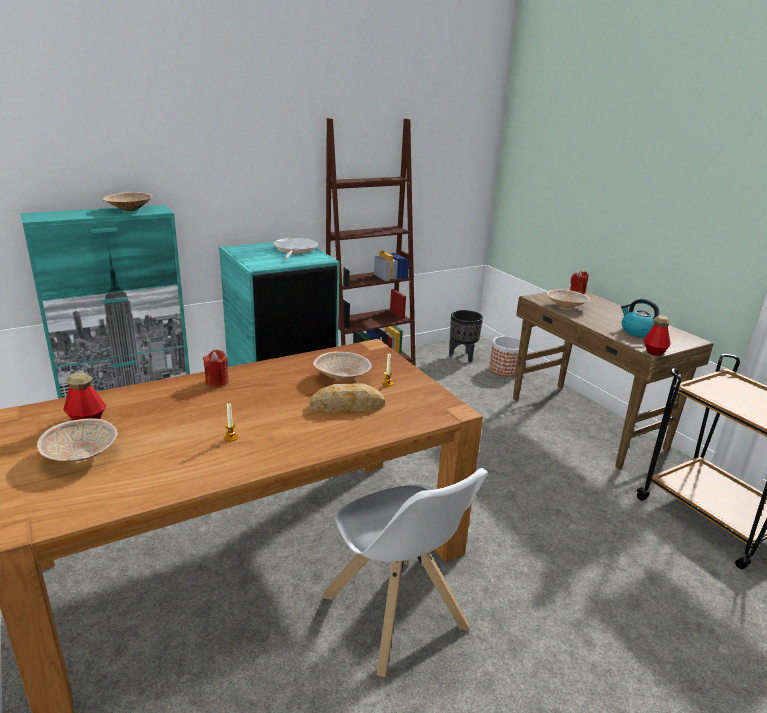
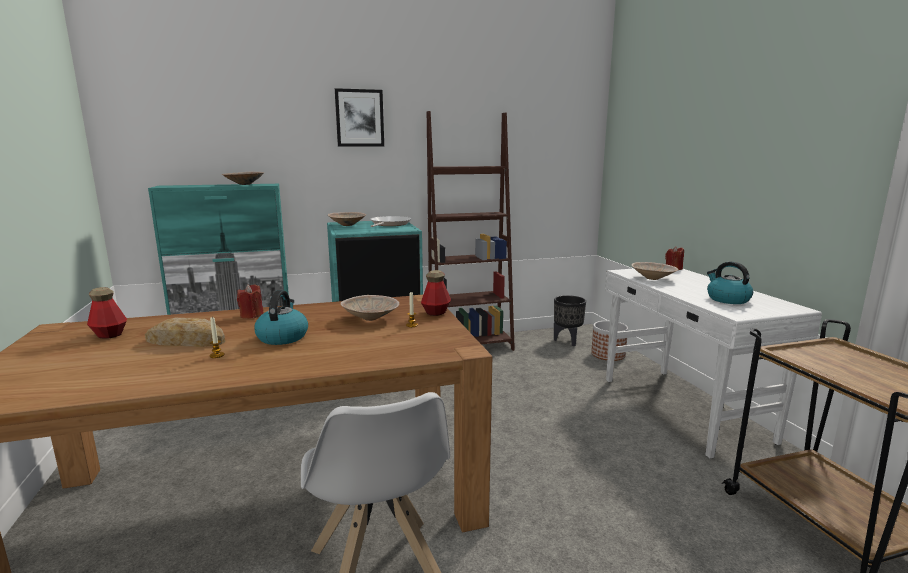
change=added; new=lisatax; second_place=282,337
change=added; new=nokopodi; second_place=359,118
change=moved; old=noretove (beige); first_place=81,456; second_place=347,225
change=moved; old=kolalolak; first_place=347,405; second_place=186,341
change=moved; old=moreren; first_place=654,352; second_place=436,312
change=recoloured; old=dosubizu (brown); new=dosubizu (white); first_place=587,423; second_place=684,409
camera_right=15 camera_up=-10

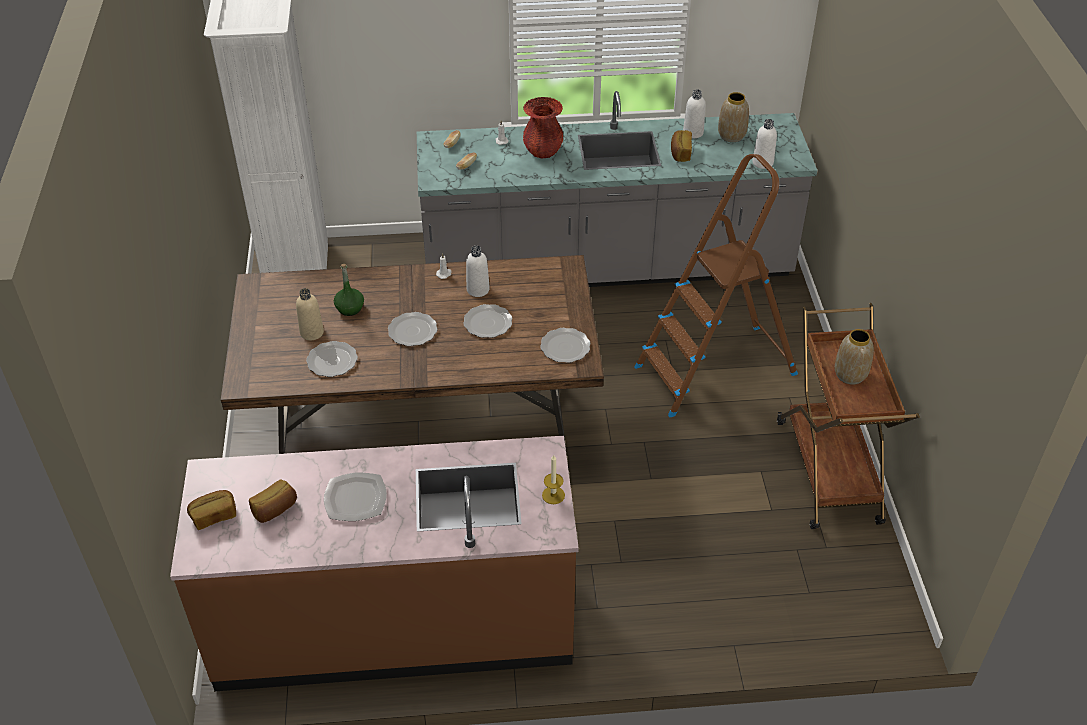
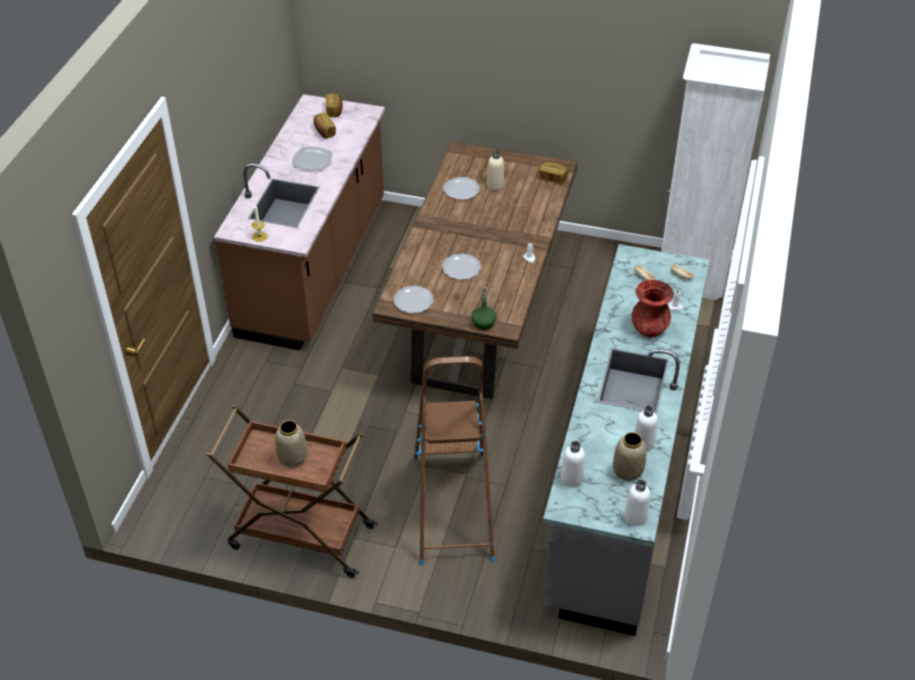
change=removed; old=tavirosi; first_place=412,330
change=moved; old=moreren (green); first_place=349,308; second_place=483,323
change=moved; old=moreren (white); first_place=478,289; second_place=635,517
change=moved; old=kolalolak; first_place=680,153; second_place=553,178
camera_right=110 camera_up=0

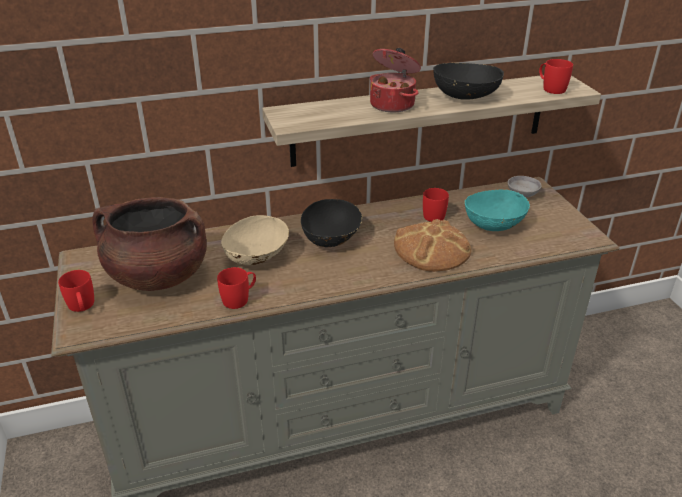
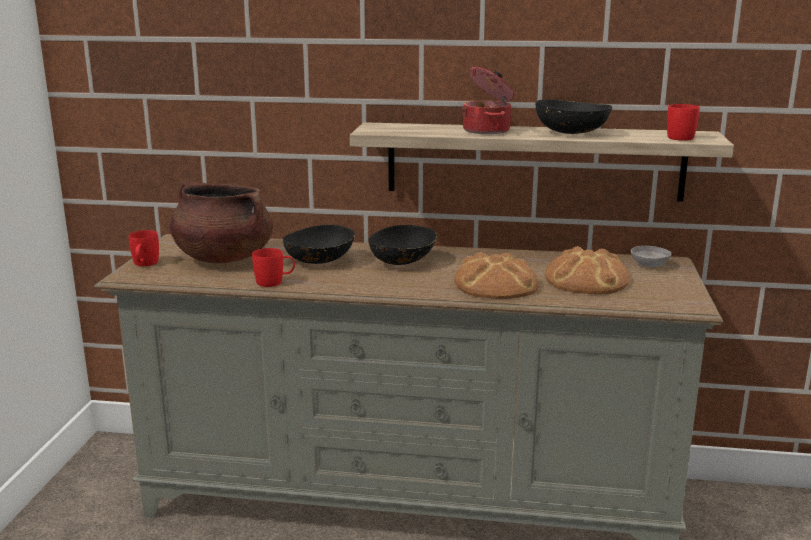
change=removed; old=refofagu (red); first_place=434,214
change=replaced; old=noretove (turquoise); new=kolalolak; first_place=493,224; second_place=586,279
change=recoloured; old=noretove (beige); new=noretove (black); first_place=257,257; second_place=320,262
camera_right=25 camera_up=-15

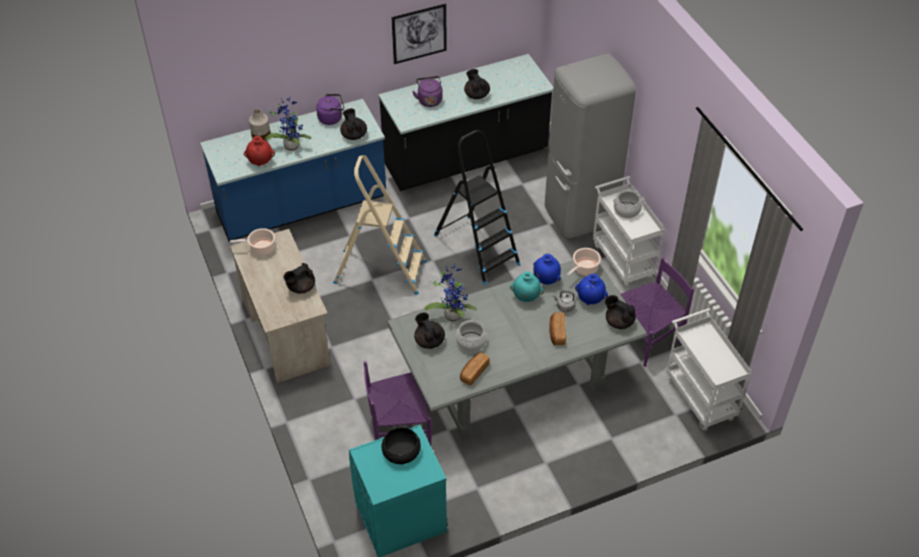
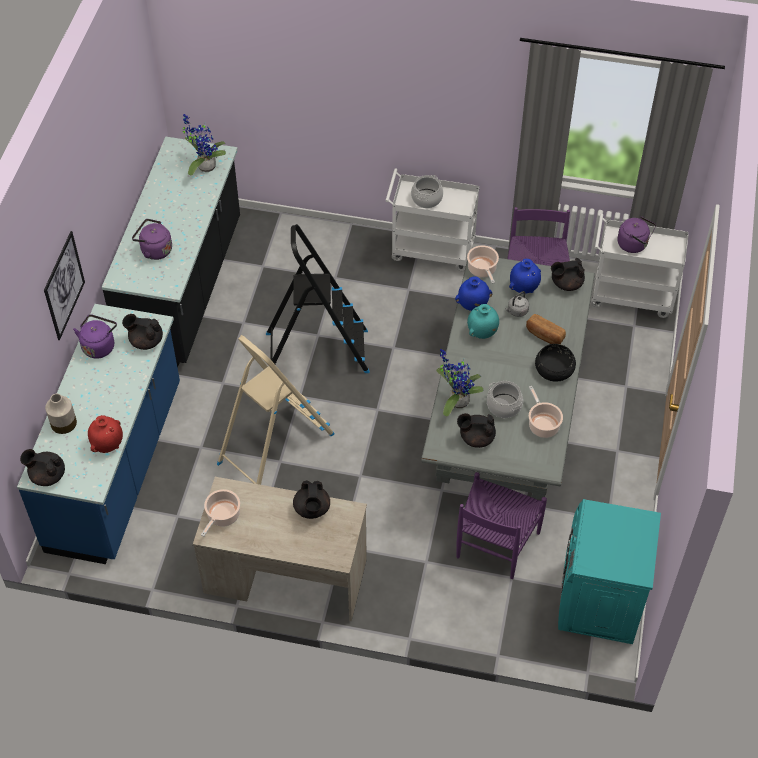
change=removed; old=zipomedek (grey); first_place=578,215
change=added; new=lisatax (purple); second_place=634,244
change=moved; old=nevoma; first_place=291,145; second_place=204,166
change=moved; old=noretove (black); first_place=401,451; second_place=554,369
change=moved; old=nokopodi; first_place=419,33; second_place=64,285
change=moved; old=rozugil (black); first_place=476,95; second_place=47,475
change=replaced; old=kolalolak; new=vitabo; first_place=473,372; second_place=543,424
camera_right=-55 camera_up=5

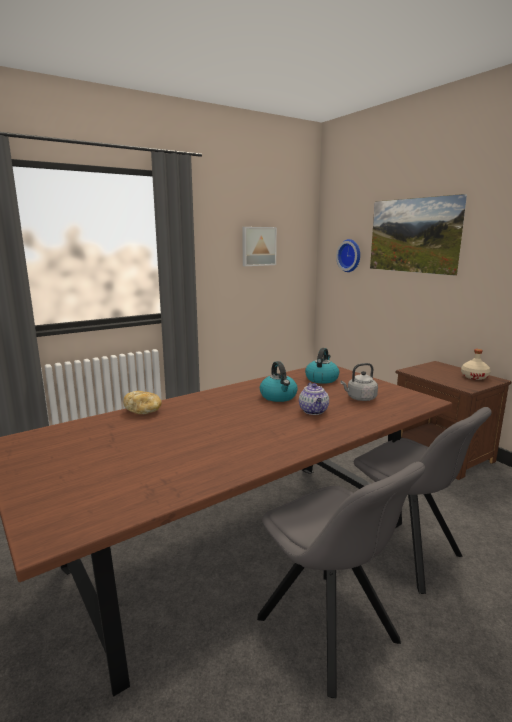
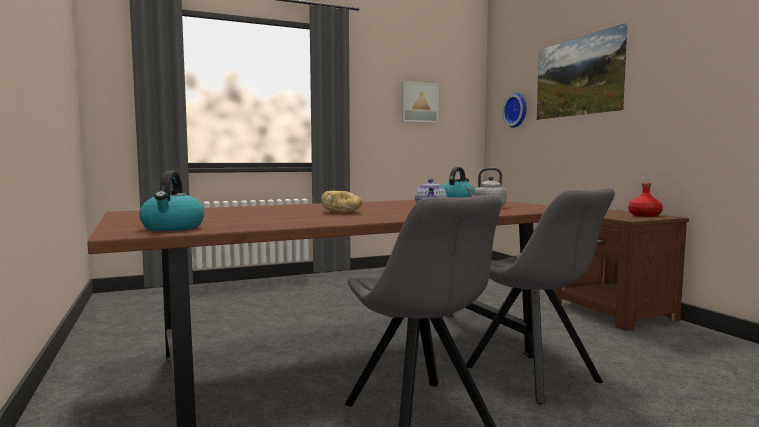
change=moved; old=kolalolak; first_place=144,411; second_place=342,212
change=moved; old=lisatax; first_place=279,396; second_place=173,228
change=recoloured; old=moreren (beige); new=moreren (red); first_place=474,377; second_place=644,215
camera_right=10 camera_up=-10

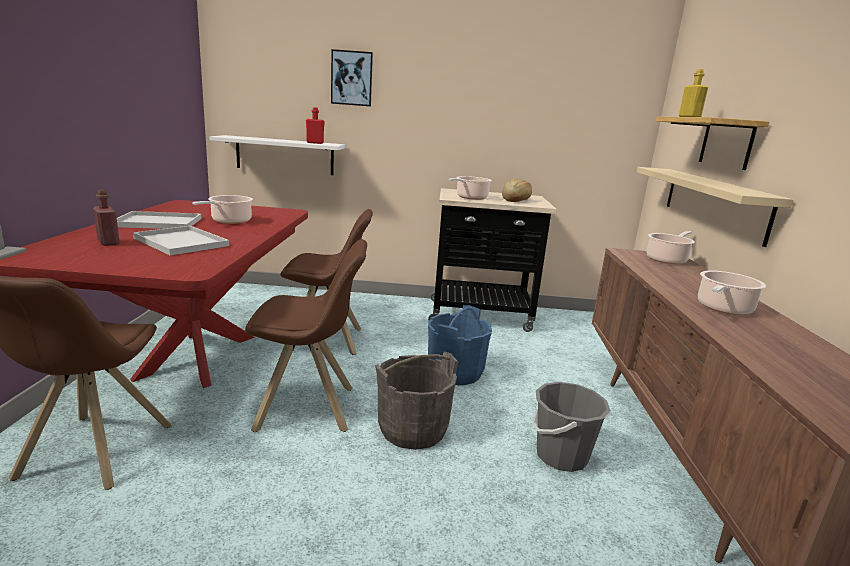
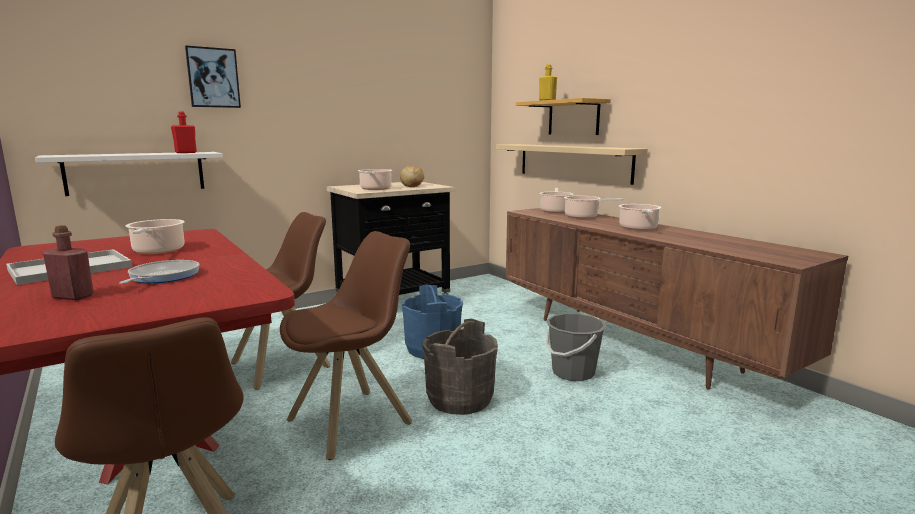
change=added; new=vitabo; second_place=583,217
change=replaced; old=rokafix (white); new=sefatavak; first_place=179,242; second_place=162,277
camera_right=-35 camera_up=-5

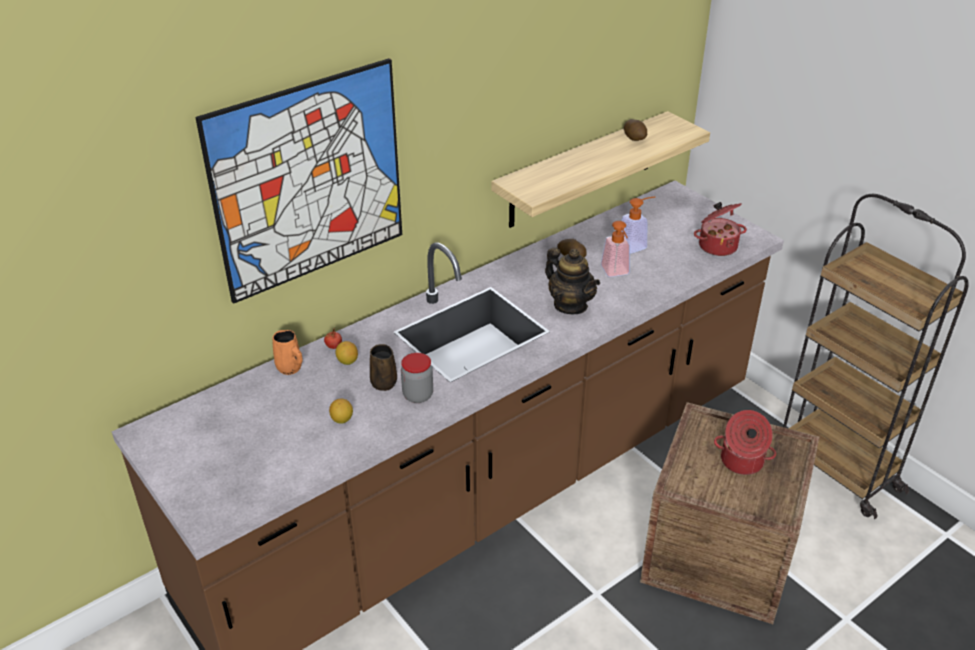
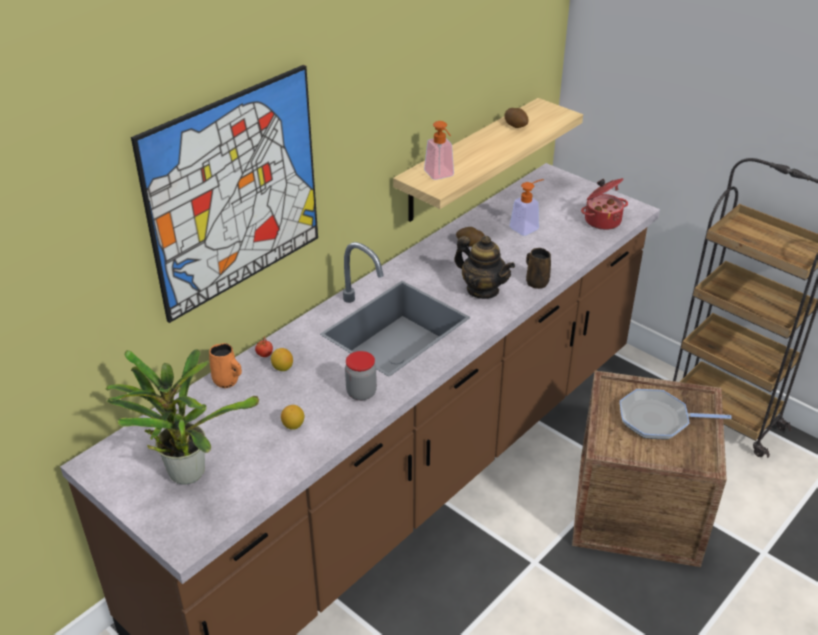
change=added; new=nevoma; second_place=184,470
change=moved; old=refofagu (brown); first_place=383,382; second_place=536,282
change=moved; old=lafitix; first_place=616,273; second_place=441,176
change=replaced; old=vitabo; new=sefatavak; first_place=741,462; second_place=657,419
camera_right=-10 camera_up=0

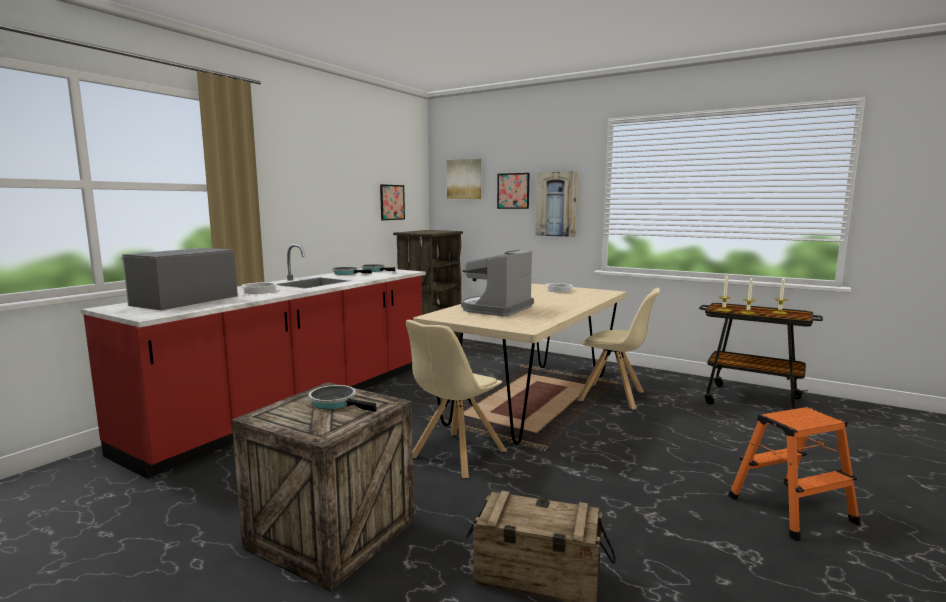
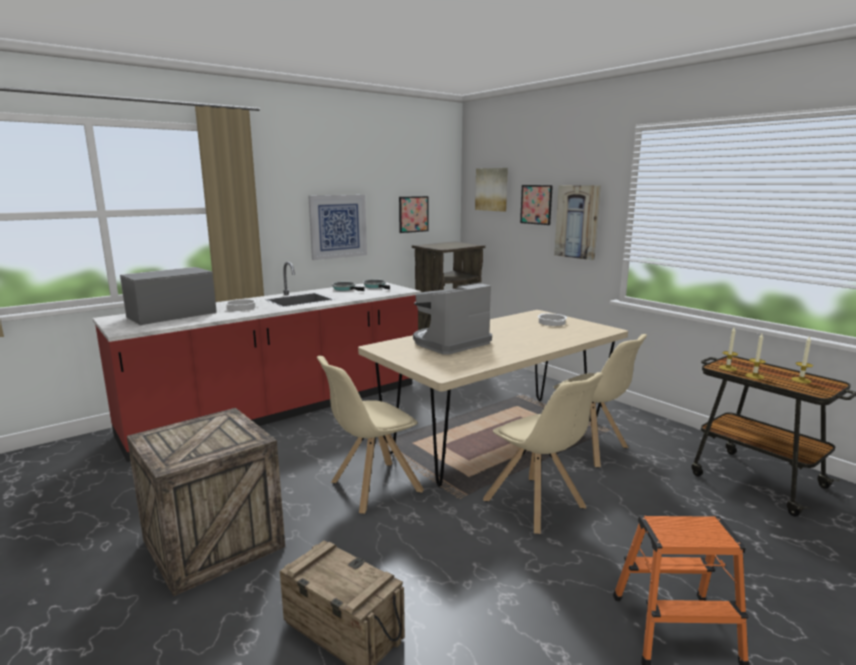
change=removed; old=sefatavak; first_place=336,403
change=added; new=nokopodi; second_place=338,226
change=added; new=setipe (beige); second_place=538,506
camera_right=20 camera_up=5

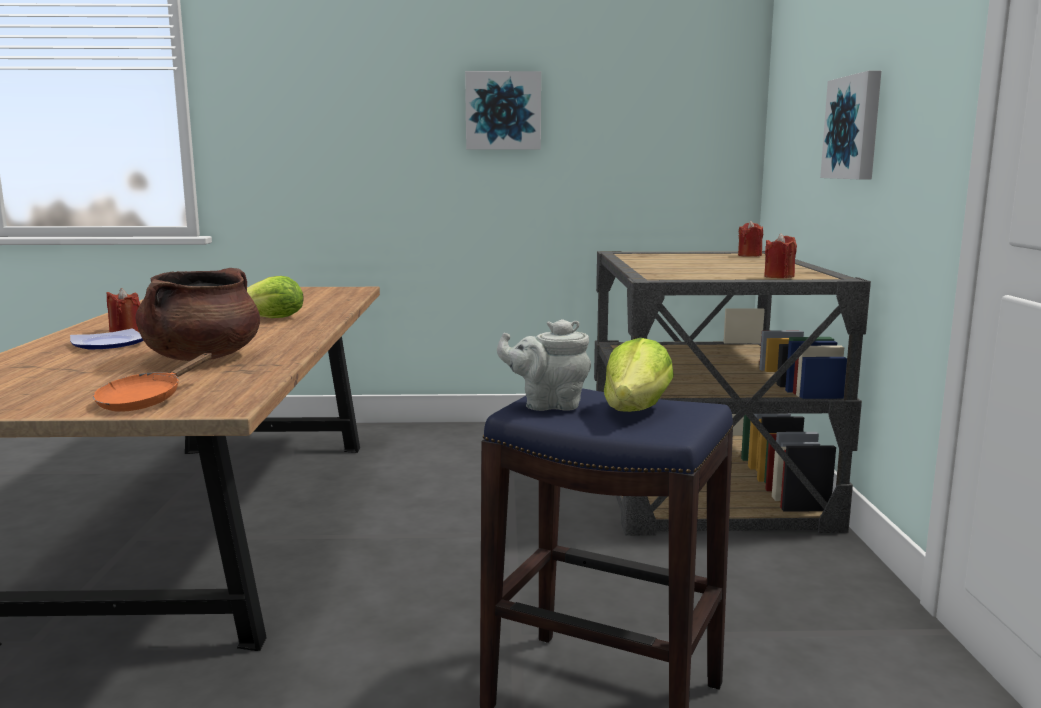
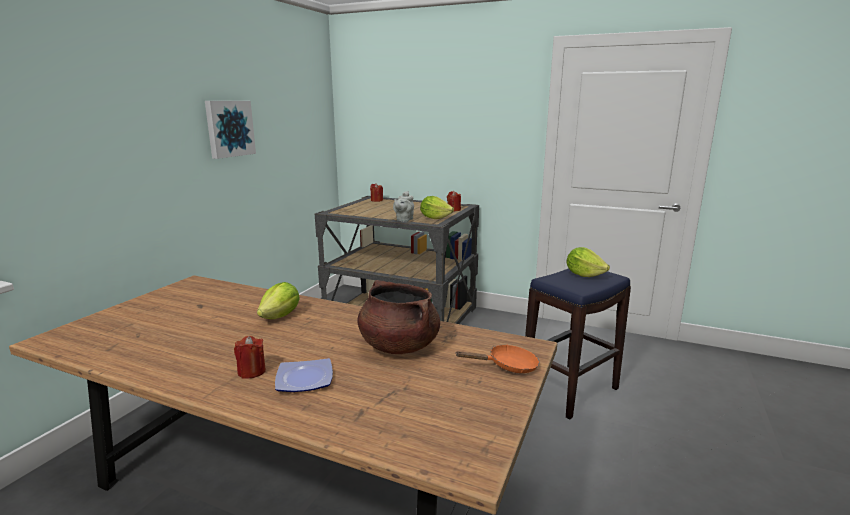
change=removed; old=nokopodi; first_place=854,128
change=added; new=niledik; second_place=435,218
change=moved; old=rozugil (grey); first_place=548,405; second_place=404,220
change=turned; old=sefatavak (orange); first_place=146,401; second_place=508,366; degrees=-60
camera_right=-65 camera_up=5

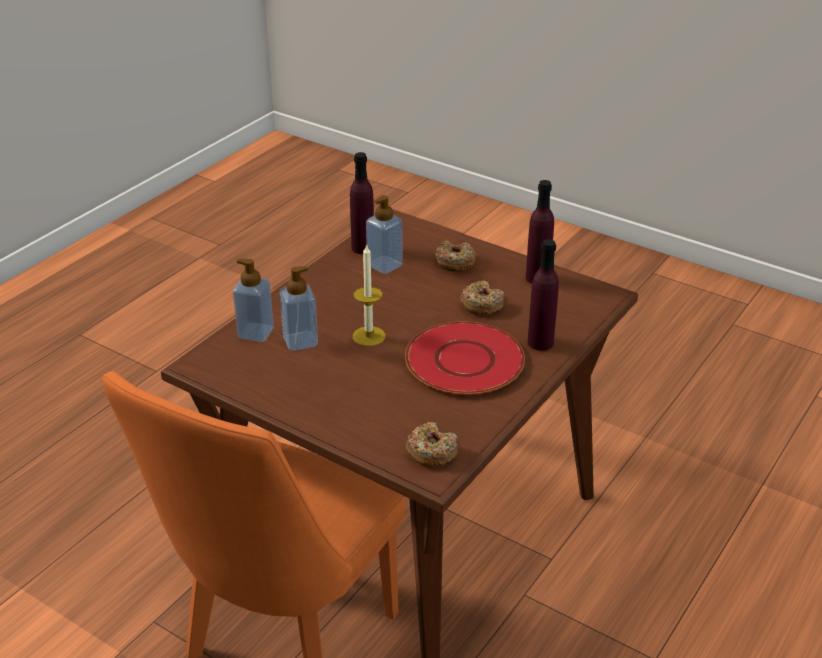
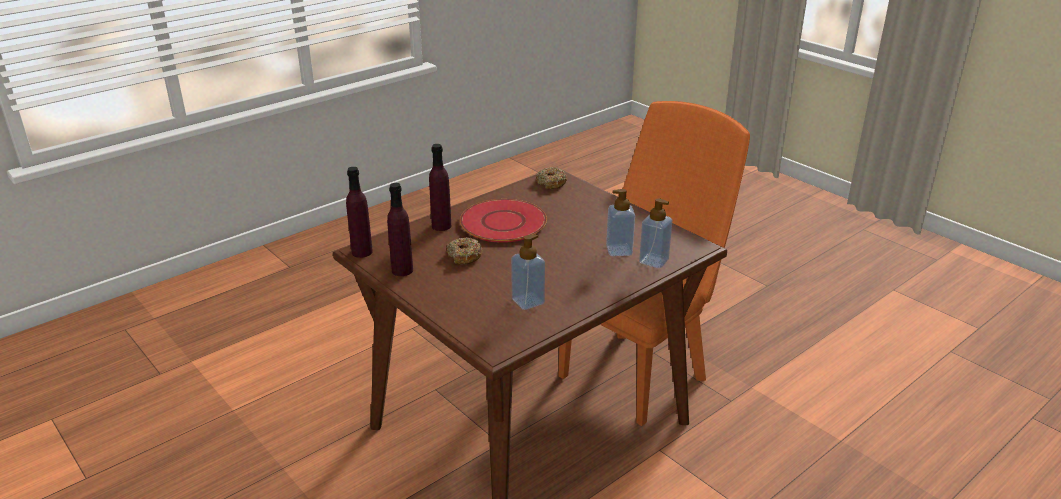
change=removed; old=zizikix; first_place=369,336
change=removed; old=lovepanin; first_place=454,262
change=moved; old=moreren (purple); first_place=363,248; second_place=362,252
camera_right=-165 camera_up=-5

